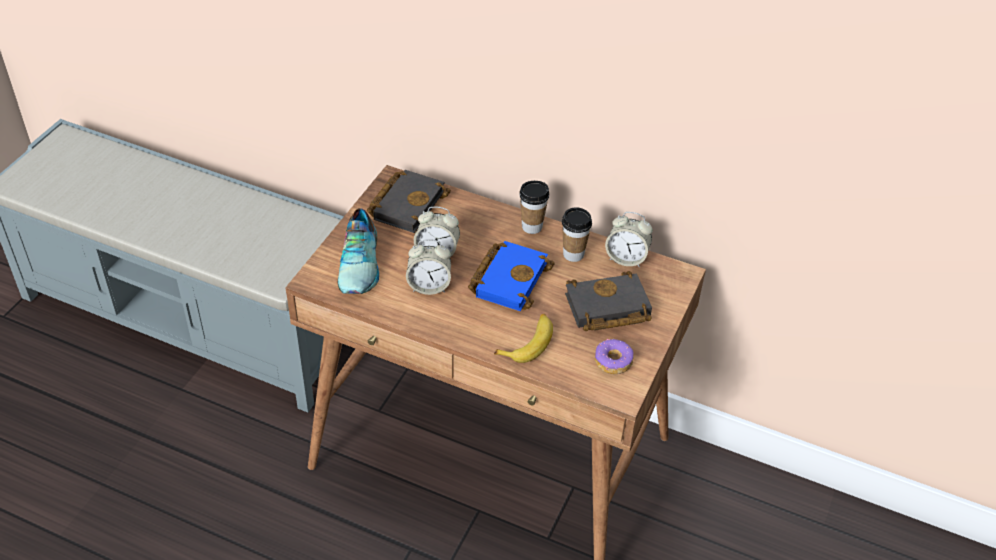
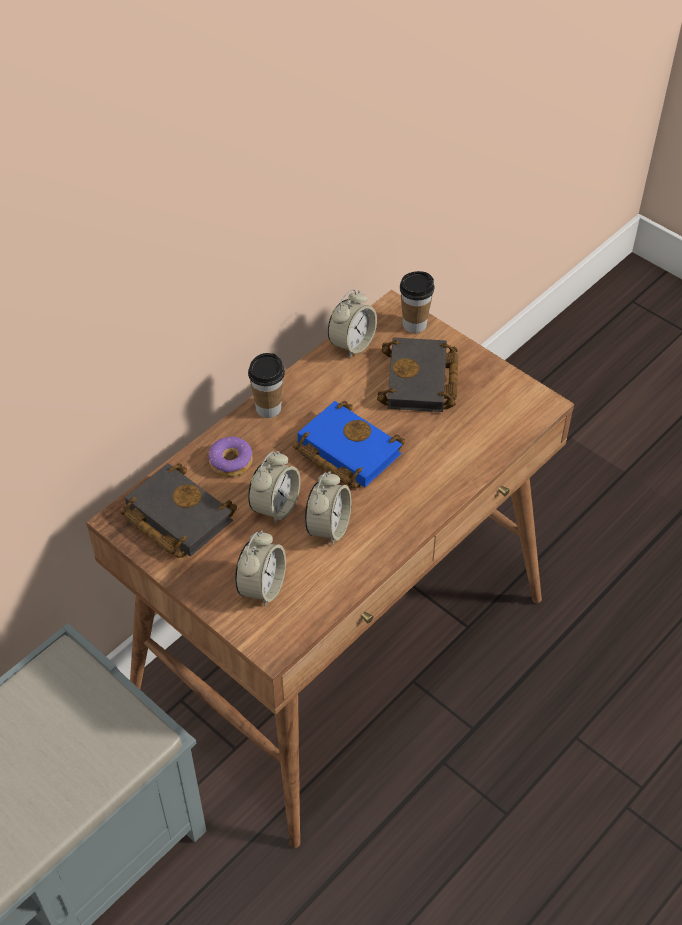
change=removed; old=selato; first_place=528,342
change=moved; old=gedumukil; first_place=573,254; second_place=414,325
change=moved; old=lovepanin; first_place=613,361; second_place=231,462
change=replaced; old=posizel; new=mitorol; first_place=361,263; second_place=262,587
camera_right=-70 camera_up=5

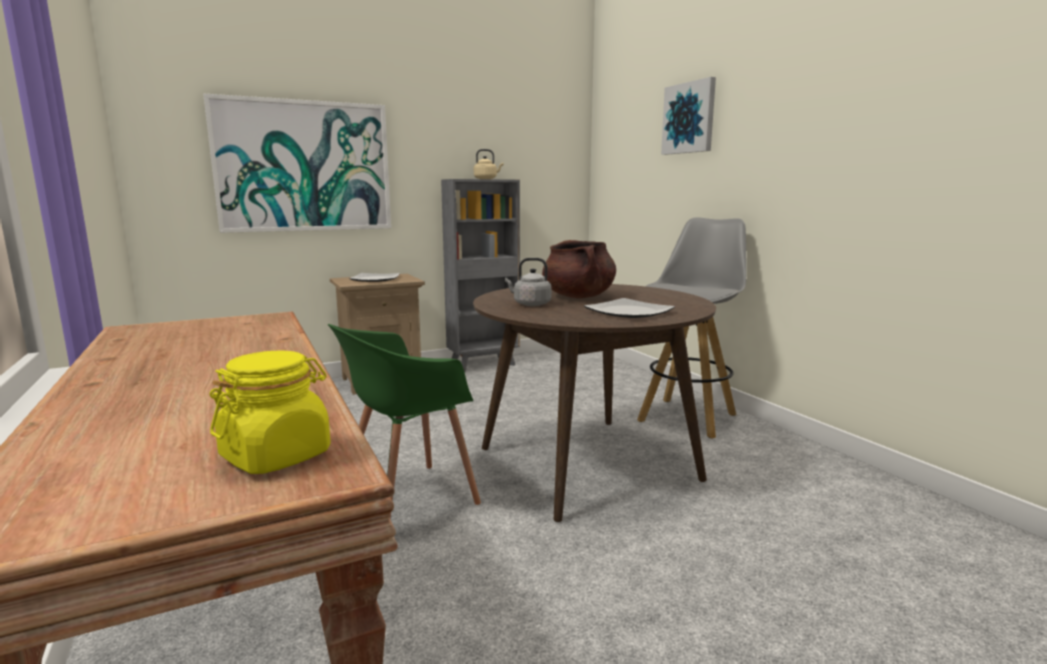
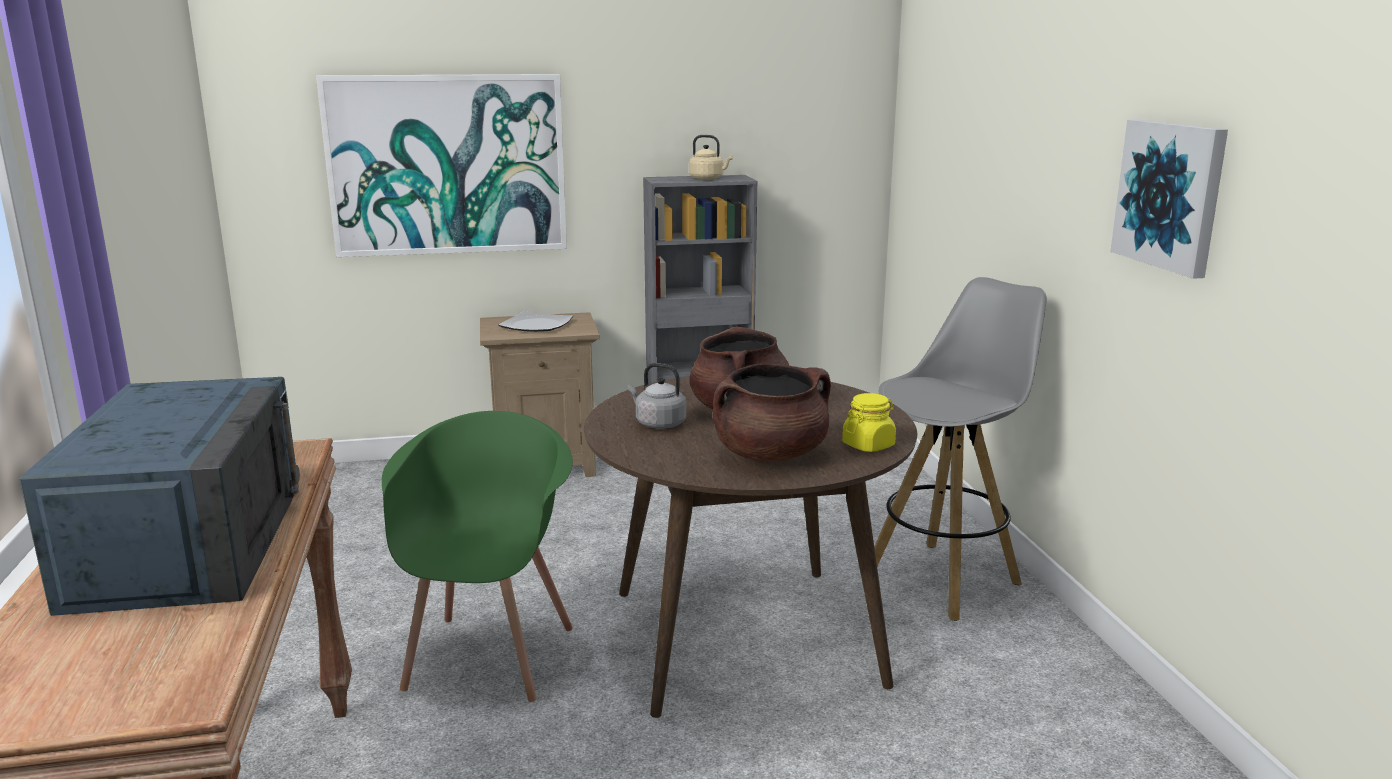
change=added; new=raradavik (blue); second_place=189,541
change=moved; old=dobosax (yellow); first_place=277,456; second_place=868,445
change=moved; old=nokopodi; first_place=689,118; second_place=1170,195
change=replaced; old=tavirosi; new=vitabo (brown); first_place=628,312; second_place=770,454
change=turned; old=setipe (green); first_place=406,500; second_place=490,657; degrees=120
camera_right=15 camera_up=5

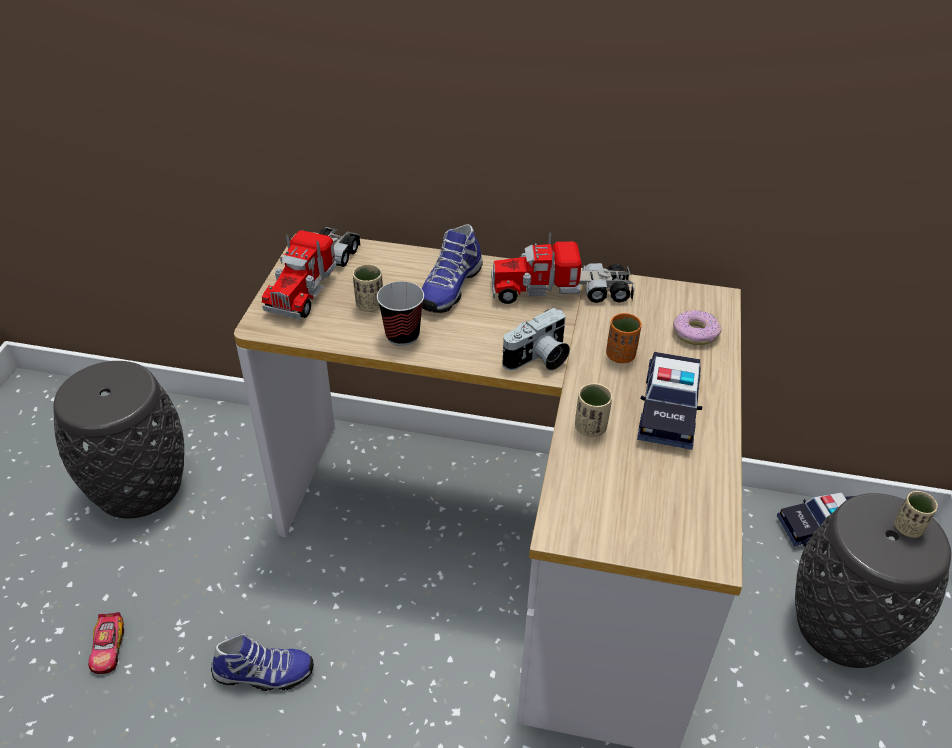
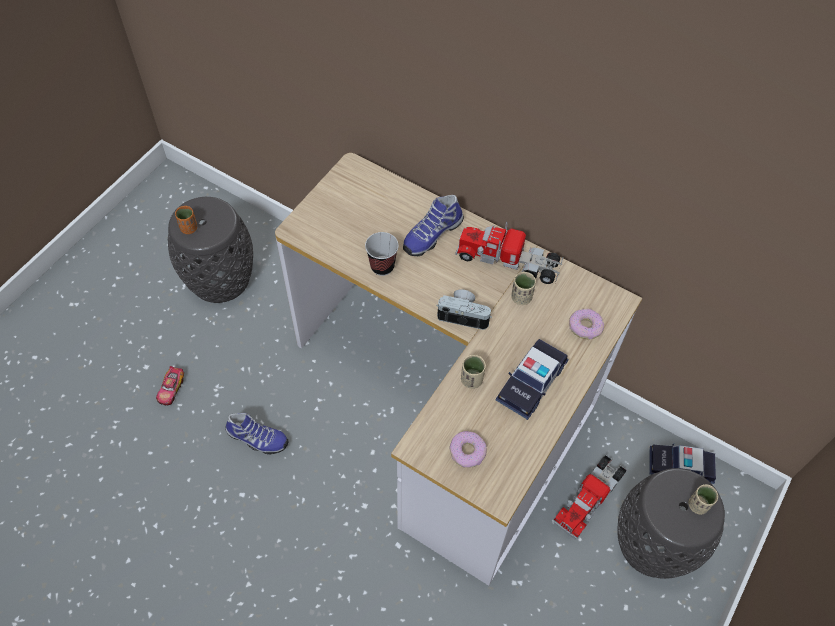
change=added; new=lovepanin; second_place=467,451
change=moved; old=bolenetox; first_place=314,279; second_place=589,498
change=moved; old=gedumukil (beige); first_place=370,305; second_place=521,297
change=moved; old=gedumukil (orange); first_place=620,355; second_place=189,228
change=turned; old=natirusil; first_place=538,359; second_place=464,314; degrees=-150
camera_right=20 camera_up=15

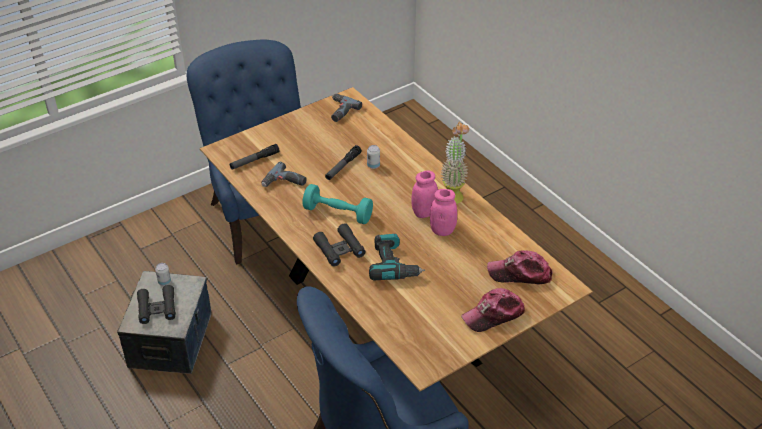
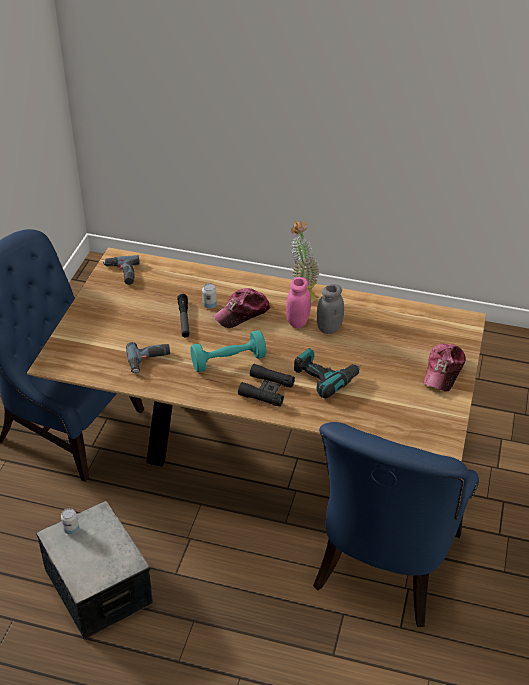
change=removed; old=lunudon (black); first_place=157,308
change=removed; old=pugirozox; first_place=254,160
change=moved; old=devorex; first_place=520,274; second_place=242,313
change=recoloured; old=dobosax (pink); new=dobosax (grey); first_place=442,230; second_place=329,328
camera_right=-40 camera_up=0

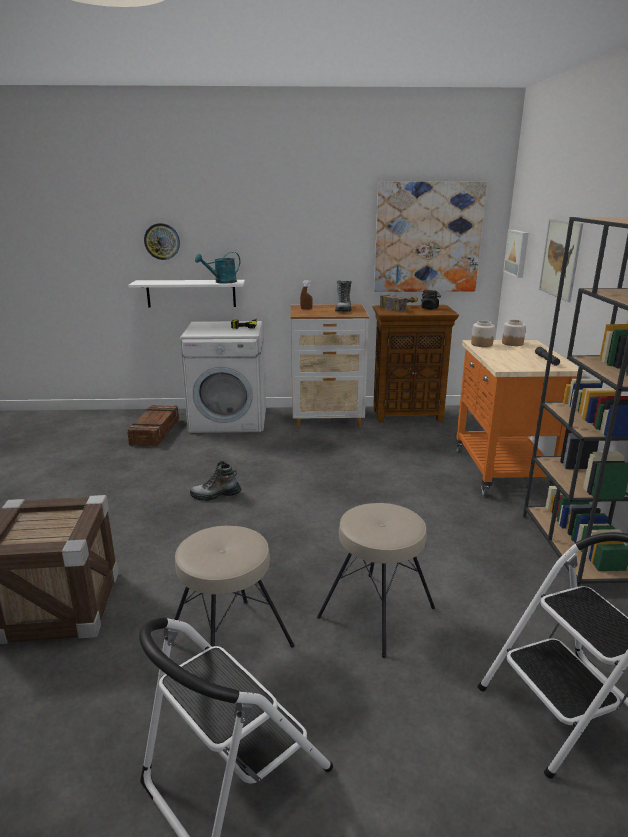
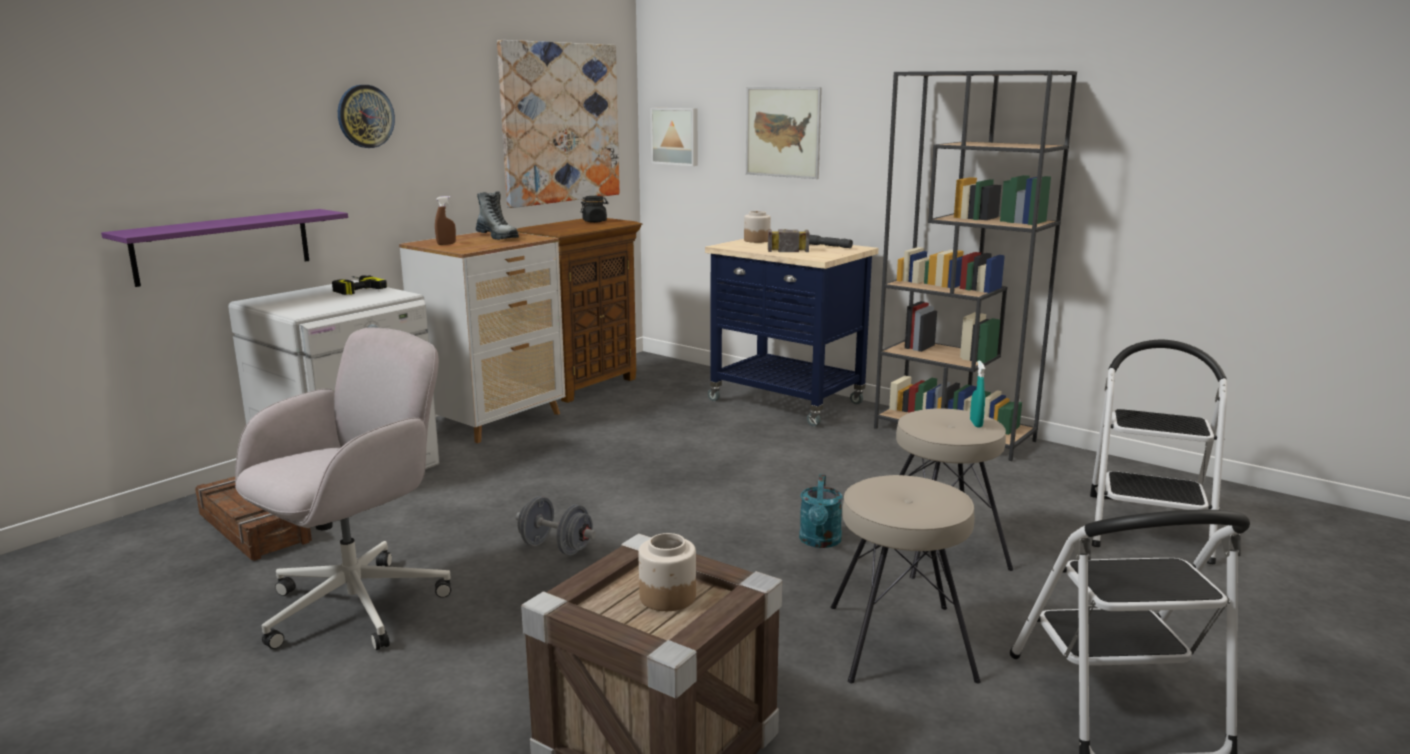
change=added; new=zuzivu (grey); second_place=357,606
change=added; new=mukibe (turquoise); second_place=976,424
change=moved; old=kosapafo; first_place=162,241; second_place=365,116
change=moved; old=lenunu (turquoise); first_place=221,282; second_place=820,542
change=moved; old=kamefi; first_place=403,307; second_place=786,246
change=moved; old=dobosax; first_place=481,344; second_place=667,597
change=replaced; old=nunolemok; new=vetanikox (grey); first_place=215,495; second_place=556,547
change=recoloured; old=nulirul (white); new=nulirul (purple); first_place=191,293; second_place=223,246
change=recoloured; old=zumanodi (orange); new=zumanodi (blue); first_place=502,472; second_place=787,402
camera_right=-50 camera_up=-5

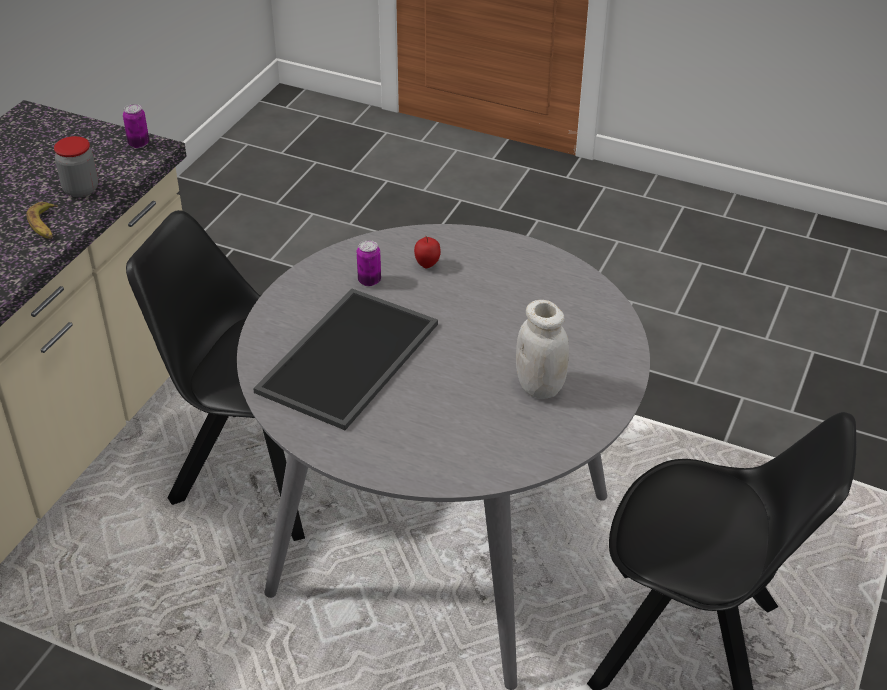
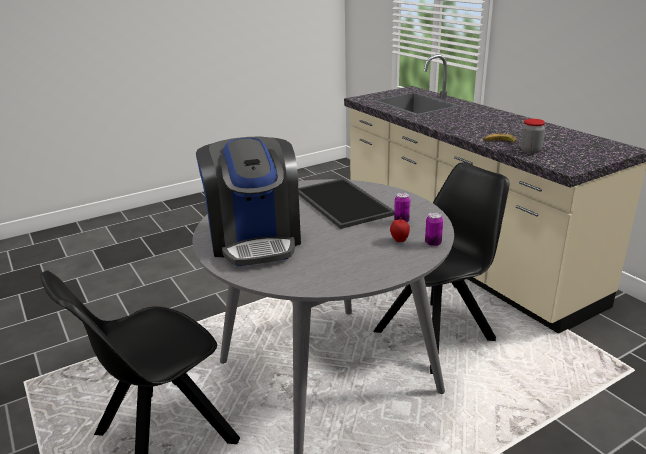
change=moved; old=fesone; first_place=138,143; second_place=433,243
change=replaced; old=dobosax (white); new=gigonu; first_place=540,387; second_place=255,239
camera_right=125 camera_up=-15

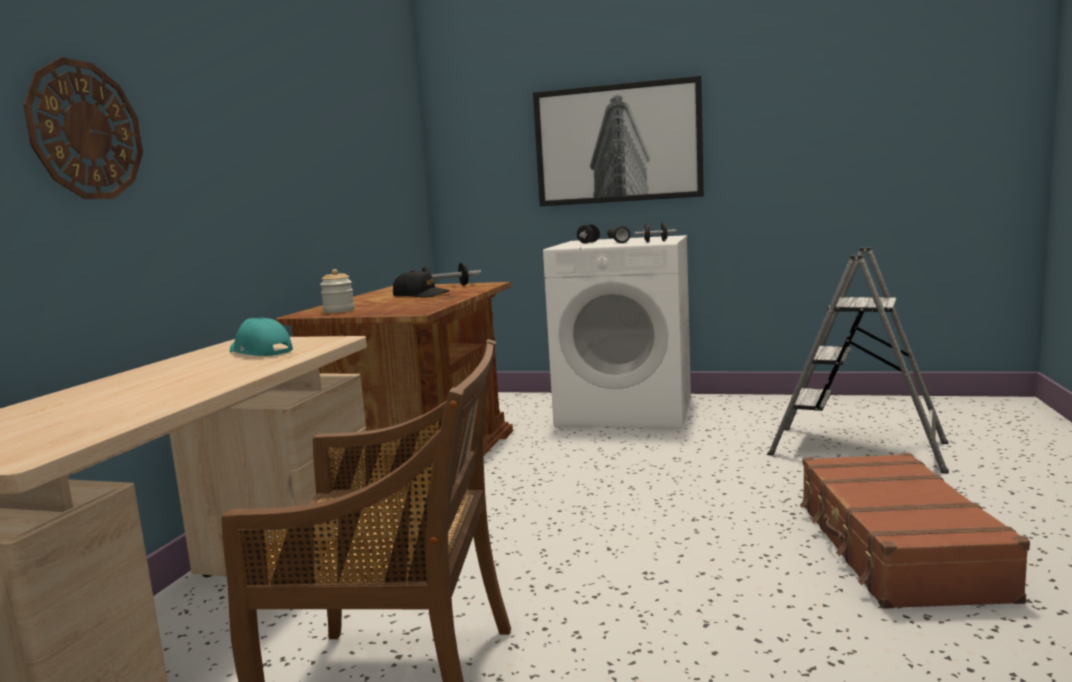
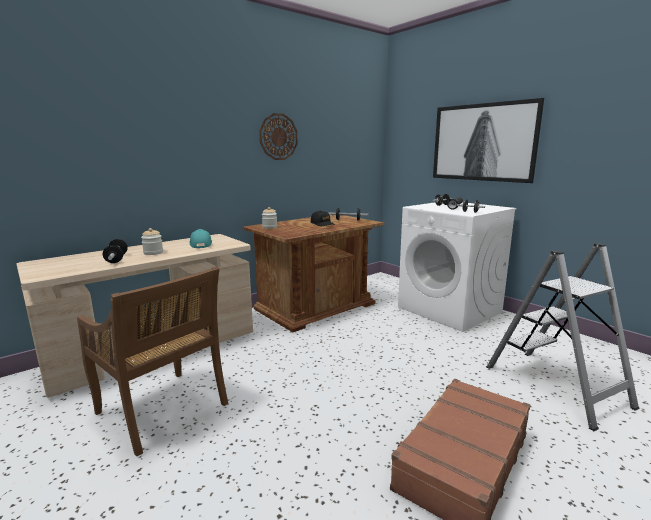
change=added; new=vetanikox; second_place=116,259
change=added; new=dobosax; second_place=153,253
change=moved; old=kosapafo; first_place=85,130; second_place=278,137
camera_right=35 camera_up=5

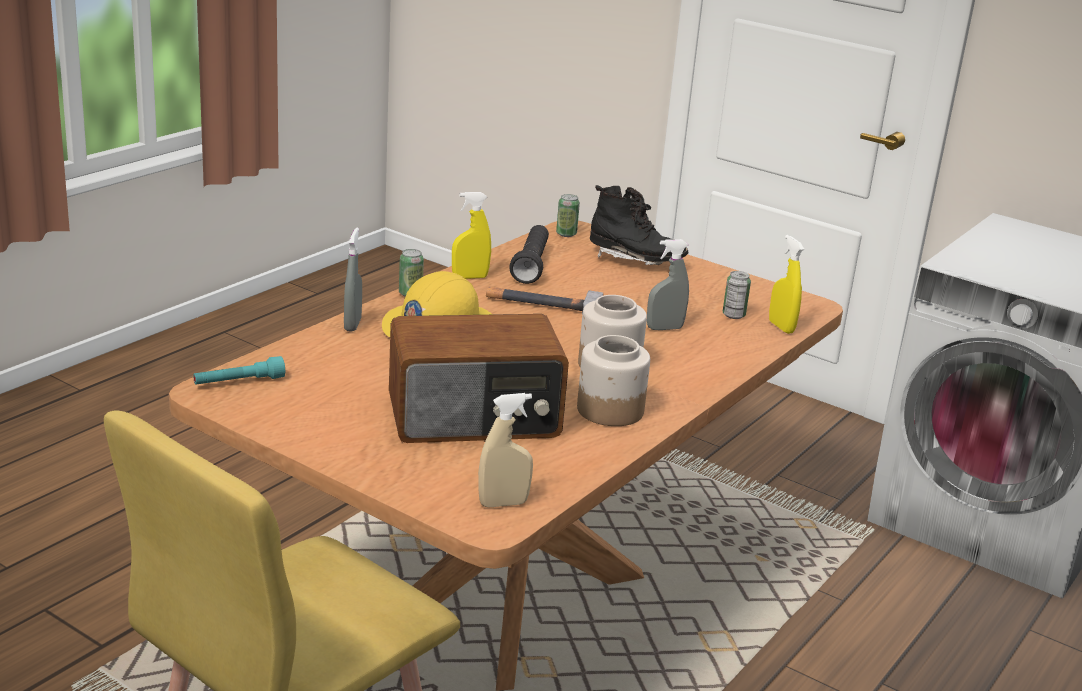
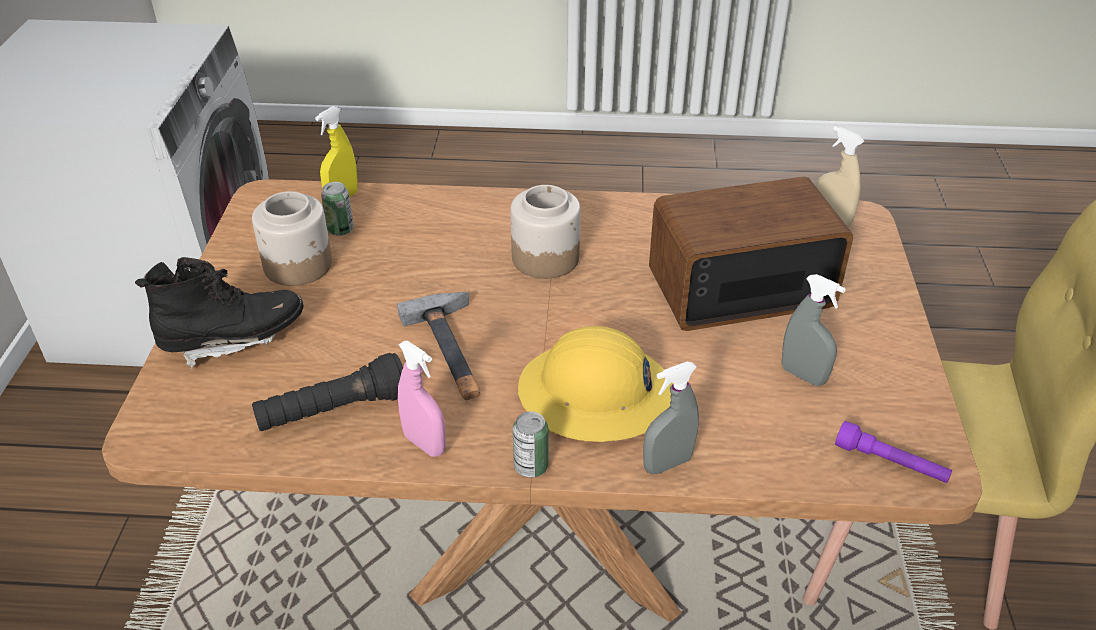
change=removed; old=fesone; first_place=566,234
change=moved; old=dobosax; first_place=609,410; second_place=299,265
change=moved; old=mukibe (grey); first_place=664,328; second_place=803,375
change=recoloured; old=pugirozox (turquoise); new=pugirozox (purple); first_place=239,382; second_place=890,463
change=recoloured; old=mukibe (yellow); new=mukibe (pink); first_place=470,277; second_place=424,444
change=turned; old=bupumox; first_place=475,418; second_place=738,287; degrees=-60
change=turned; old=nunolemok (black); first_place=635,260; second_place=233,340; degrees=75
camera_right=-120 camera_up=15

